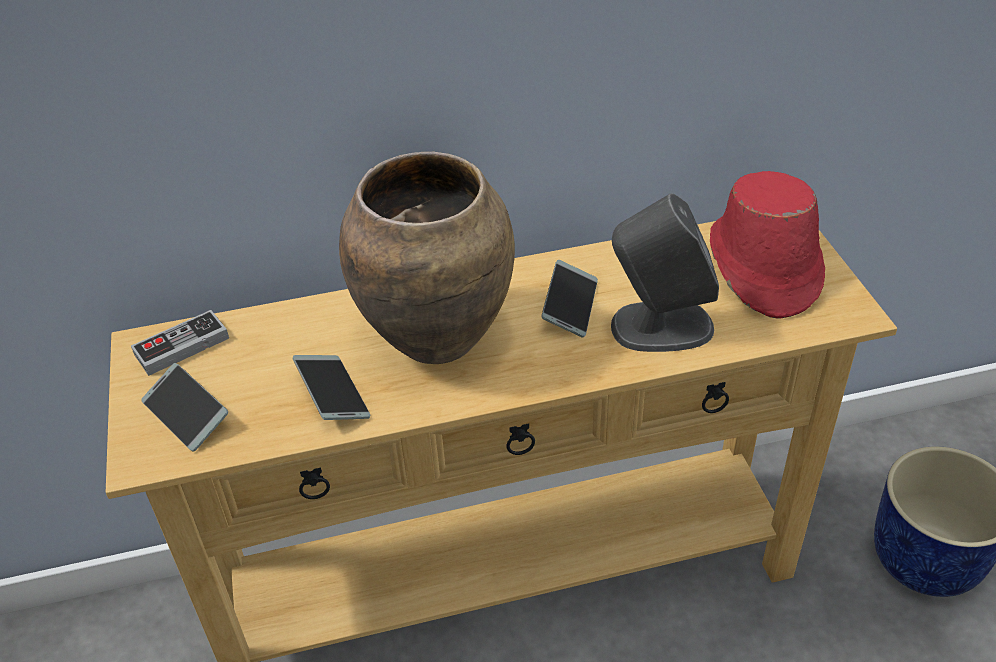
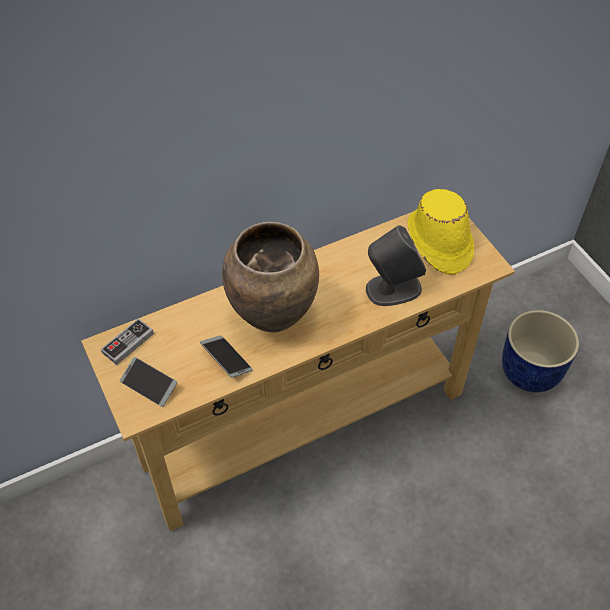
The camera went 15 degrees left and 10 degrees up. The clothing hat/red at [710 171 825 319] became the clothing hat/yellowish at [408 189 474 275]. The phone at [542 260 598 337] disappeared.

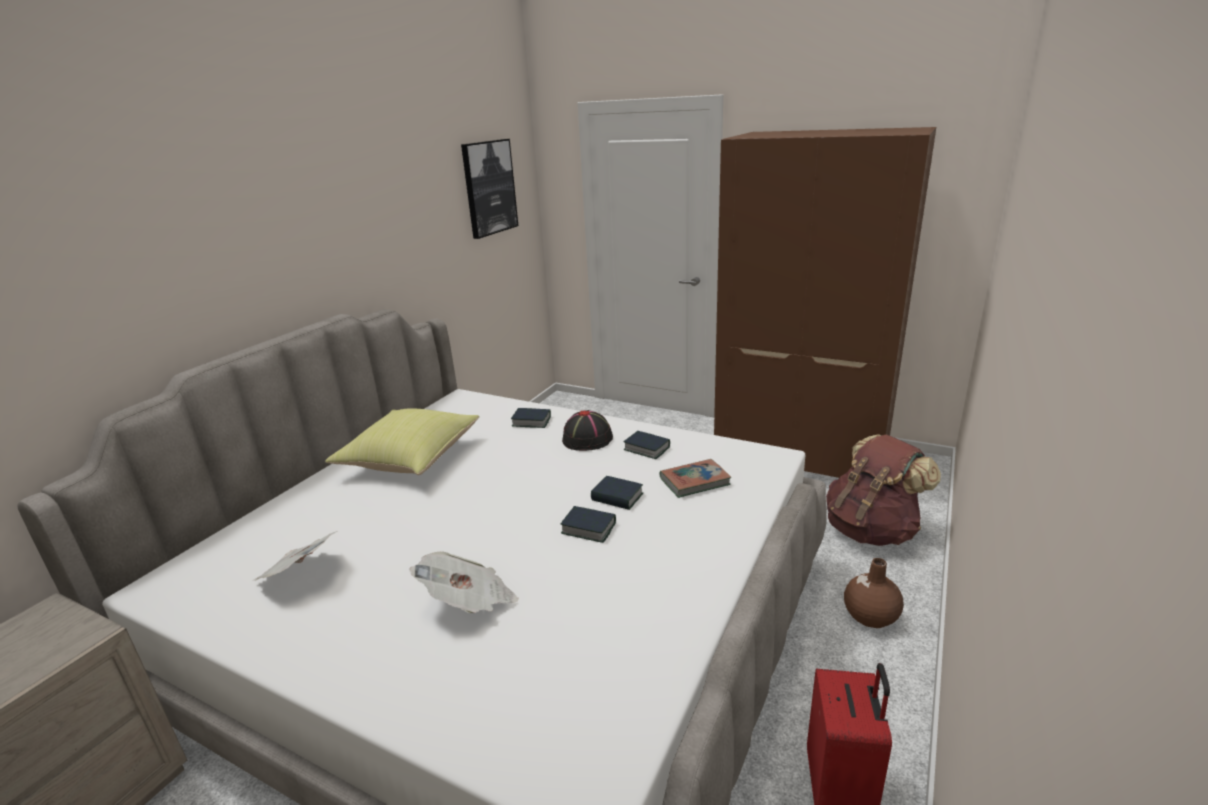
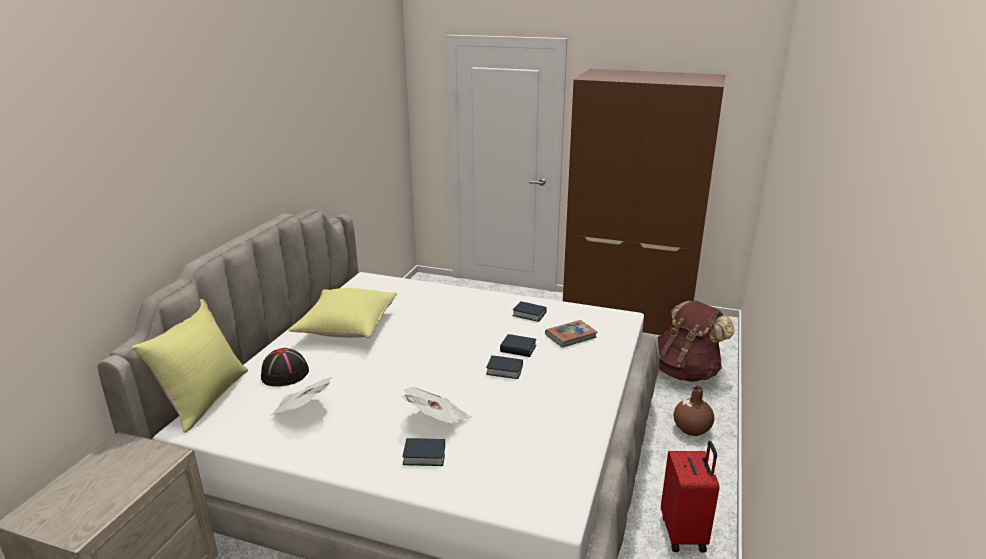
The camera went 10 degrees left and 0 degrees up. The wall art at [461 139 518 239] disappeared. The book moved from [511 408 551 428] to [403 438 445 466]. The clothing hat/black-coloured moved from [562 410 613 451] to [261 348 309 386]. The cushion/yellowish at [132 299 248 433] appeared.

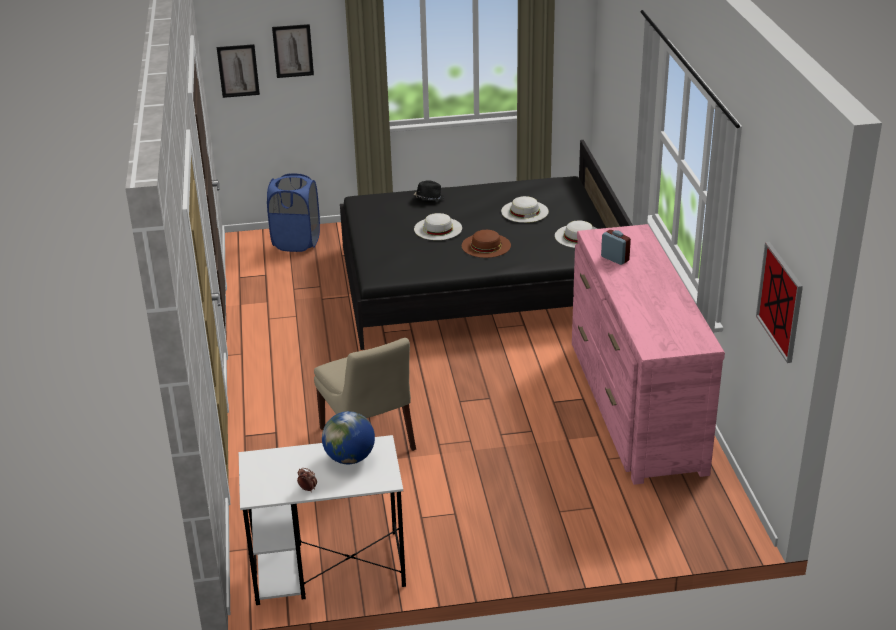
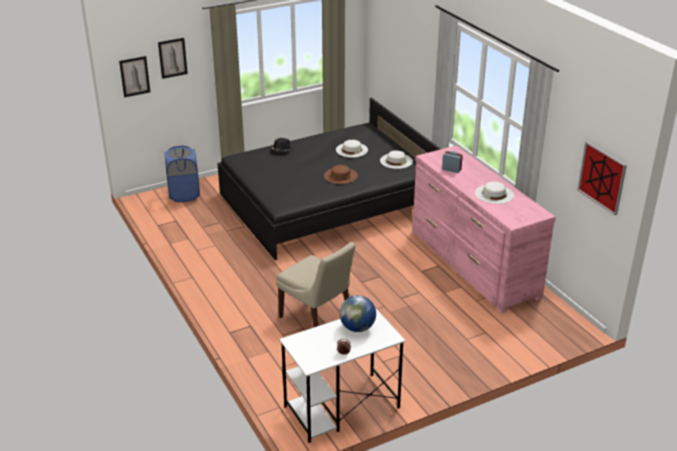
The camera went 20 degrees left and 0 degrees up. The clothing hat/whitish moved from [414 213 462 240] to [475 182 514 204].

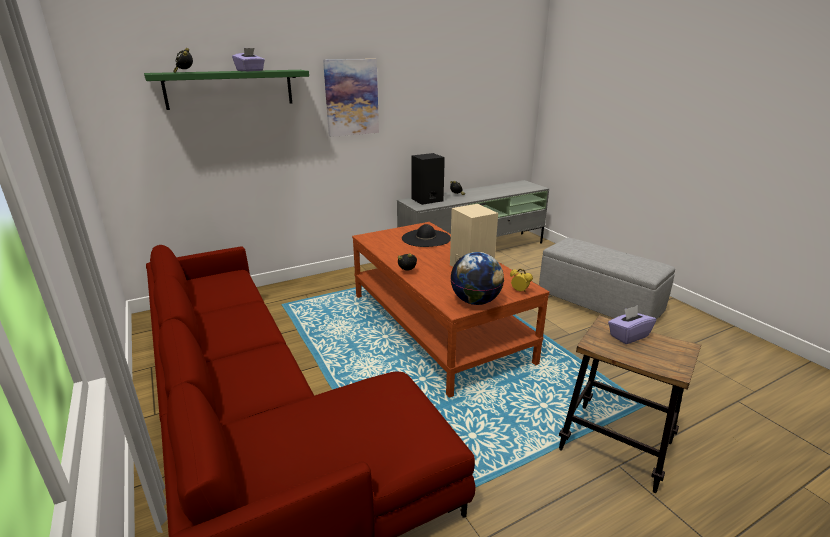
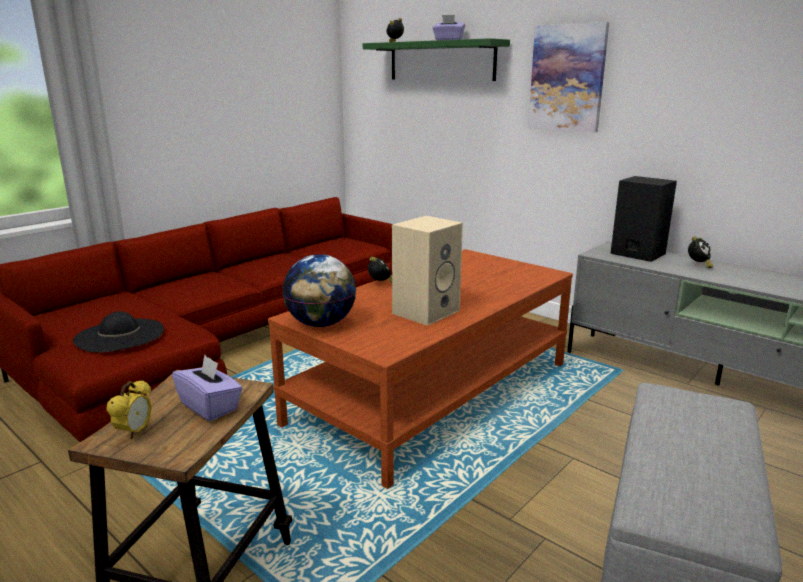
The camera went 70 degrees right and 5 degrees down. The clothing hat/black-coloured moved from [402 224 451 247] to [73 311 164 352]. The table clock moved from [510 269 533 292] to [106 380 152 439].

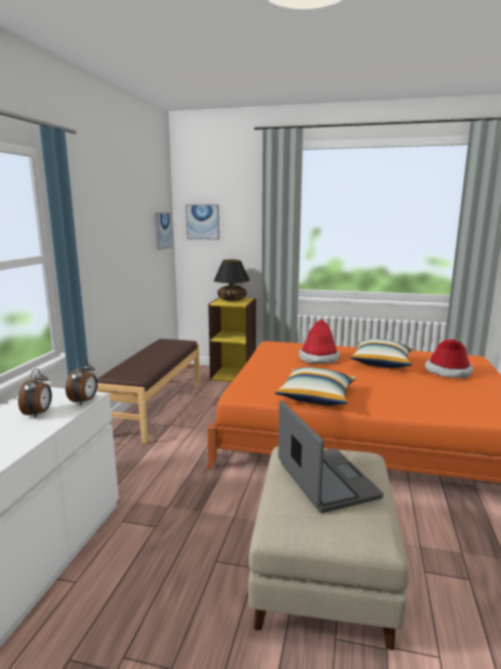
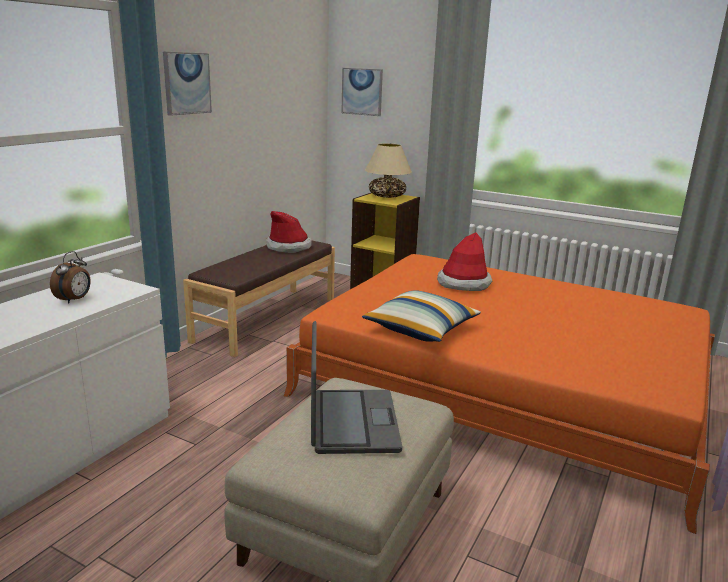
The camera went 15 degrees right and 5 degrees up. The wall art moved from [155 212 173 250] to [163 52 212 116]. The table lamp/black-coloured at [214 260 250 301] became the table lamp/sand-coloured at [365 143 412 198]. The cushion at [350 339 413 368] disappeared. The clothing hat moved from [425 339 473 378] to [266 211 312 253]. The table clock at [65 359 98 405] disappeared.

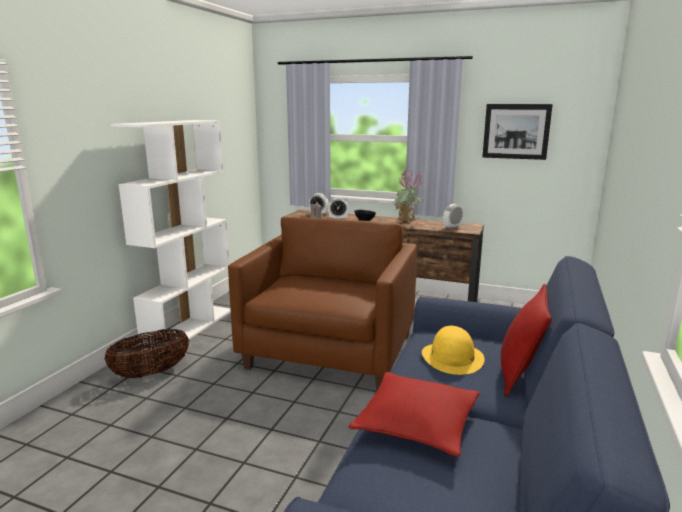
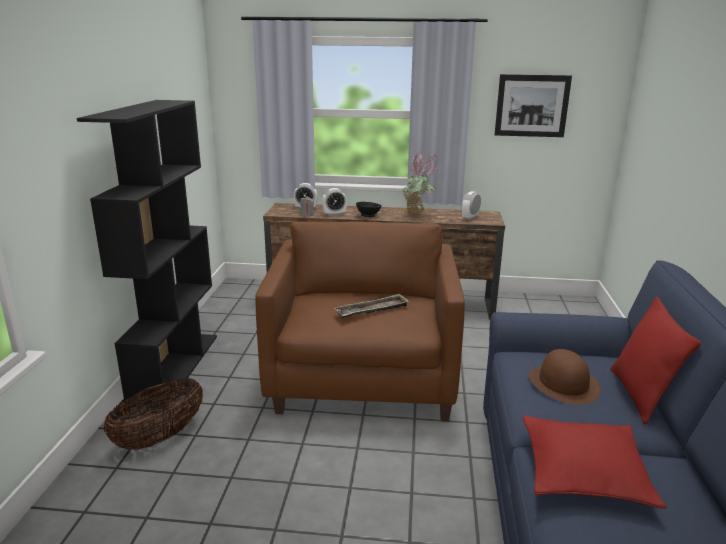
The camera went 15 degrees left and 5 degrees up. The bookcase/whitish at [111 120 231 352] became the bookcase/black-coloured at [77 100 217 408]. The clothing hat/yellowish at [422 326 485 375] became the clothing hat/brownish at [528 349 600 405]. The tray at [334 293 409 318] appeared.

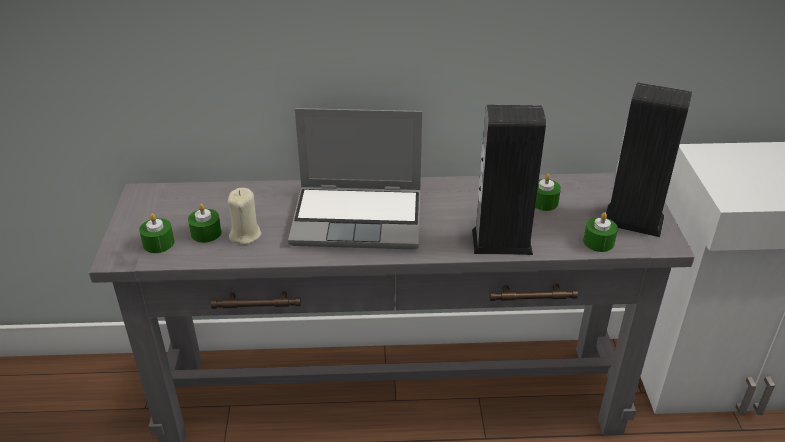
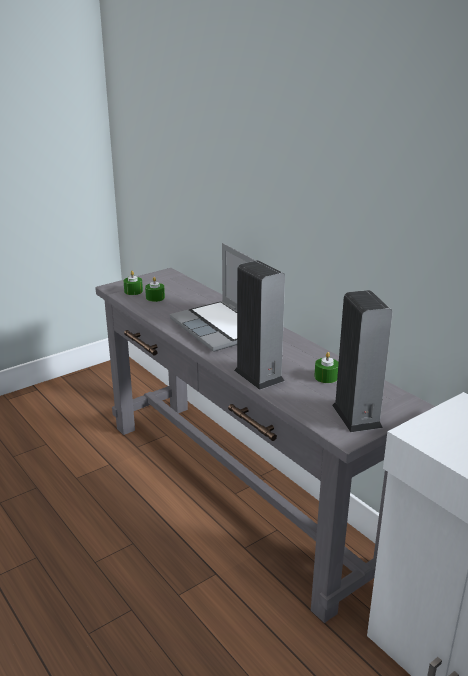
The camera went 55 degrees right and 10 degrees down. The wax light/sand-coloured at [228 188 261 245] disappeared. The wax light/greenish at [583 212 618 252] disappeared.

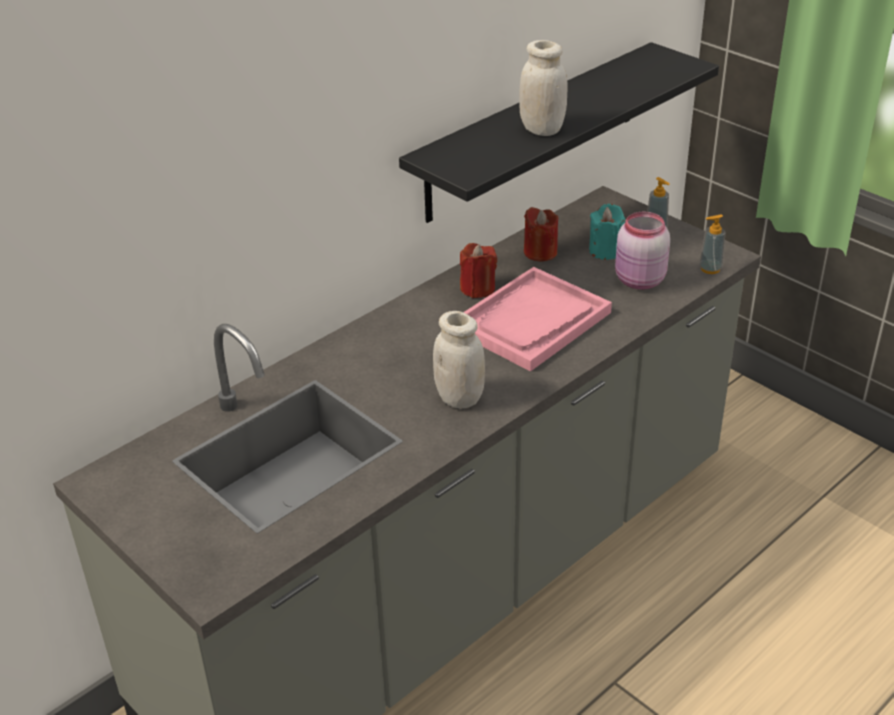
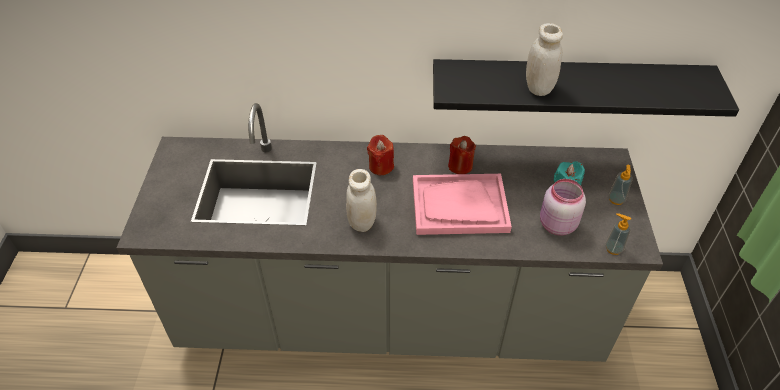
The camera went 45 degrees right and 10 degrees up. The wax light/red moved from [524 207 558 262] to [367 135 394 175].

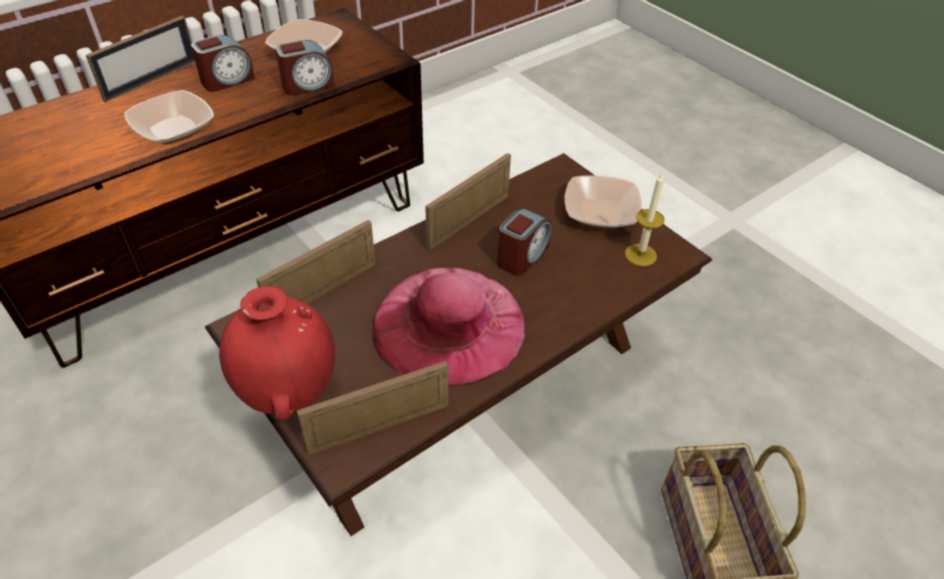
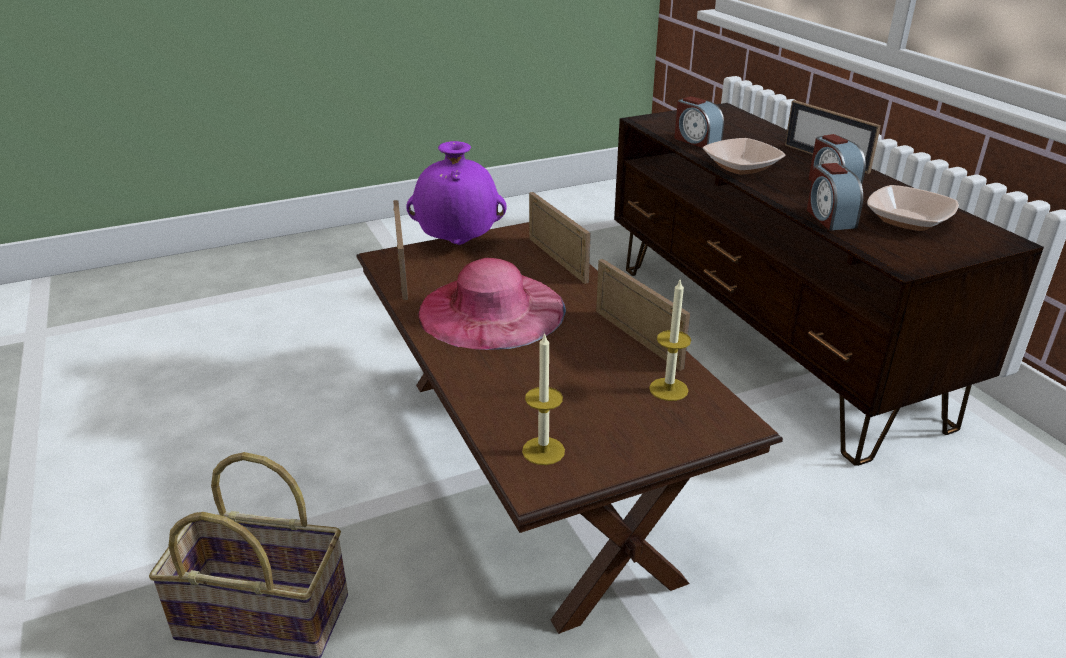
The camera went 105 degrees right and 15 degrees down. The deep dish at [565 175 642 228] disappeared. The table clock moved from [497 208 551 275] to [674 96 724 148]. The vase/red at [219 286 335 420] became the vase/purple-coloured at [406 141 507 245]. The wax light at [649 280 691 401] appeared.

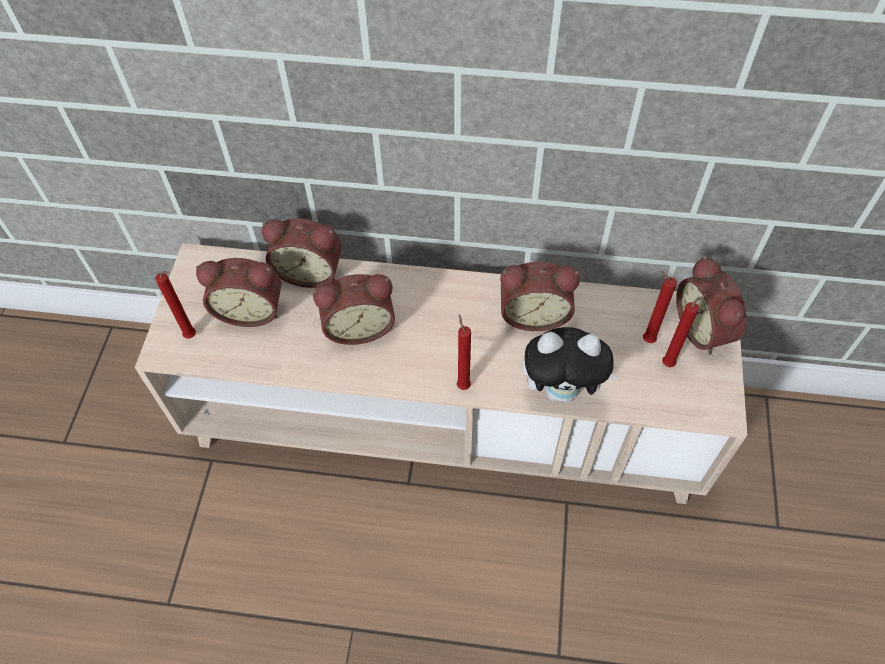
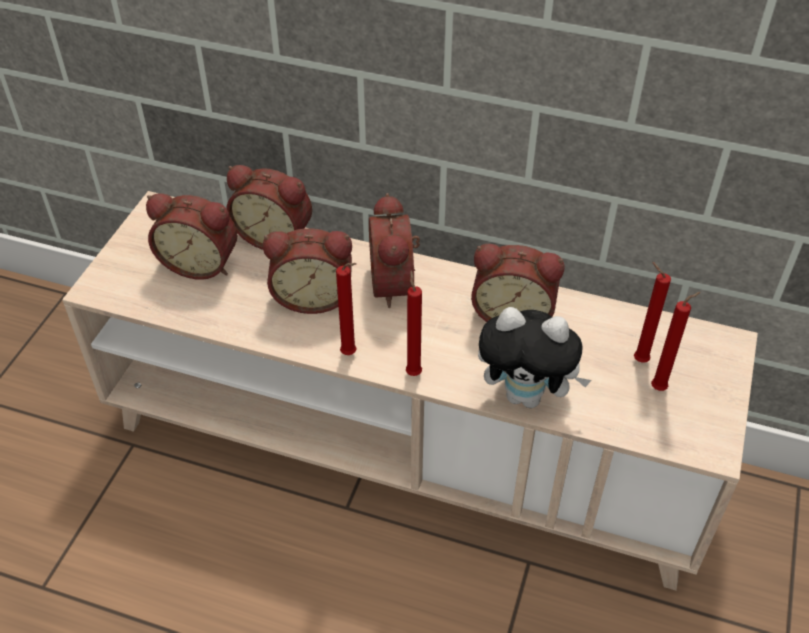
The camera went 10 degrees right and 10 degrees down. The table clock moved from [676 256 746 355] to [369 193 420 308]. The wax light/red moved from [155 271 196 338] to [336 263 357 355].

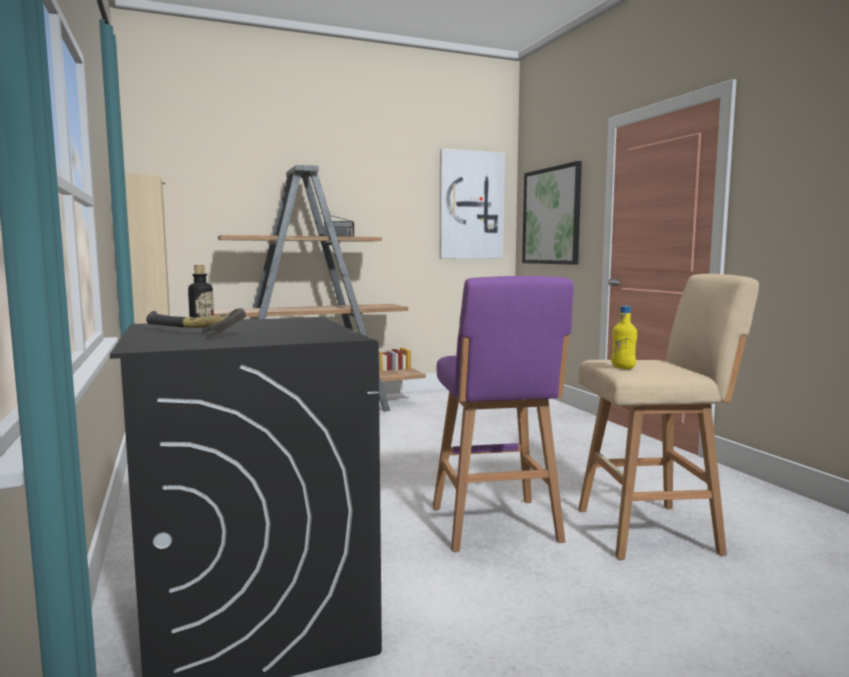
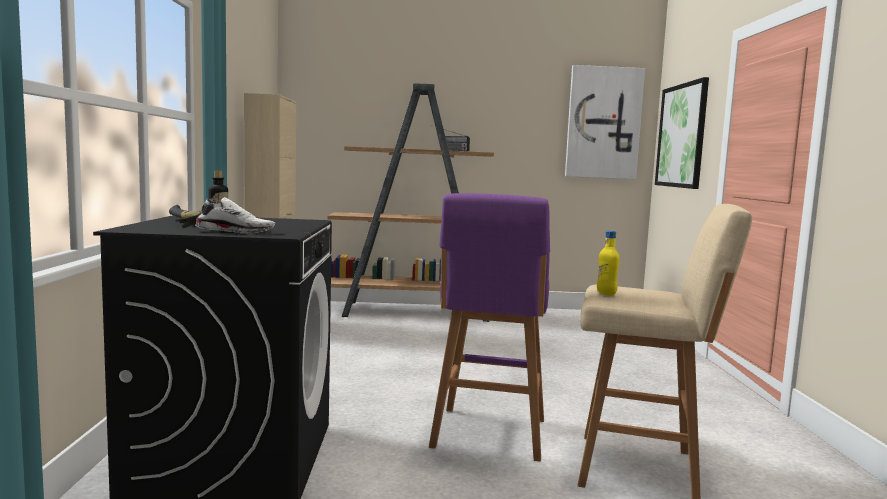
The camera went 20 degrees right and 0 degrees up. The shoe/whitish at [195 197 276 234] appeared.

